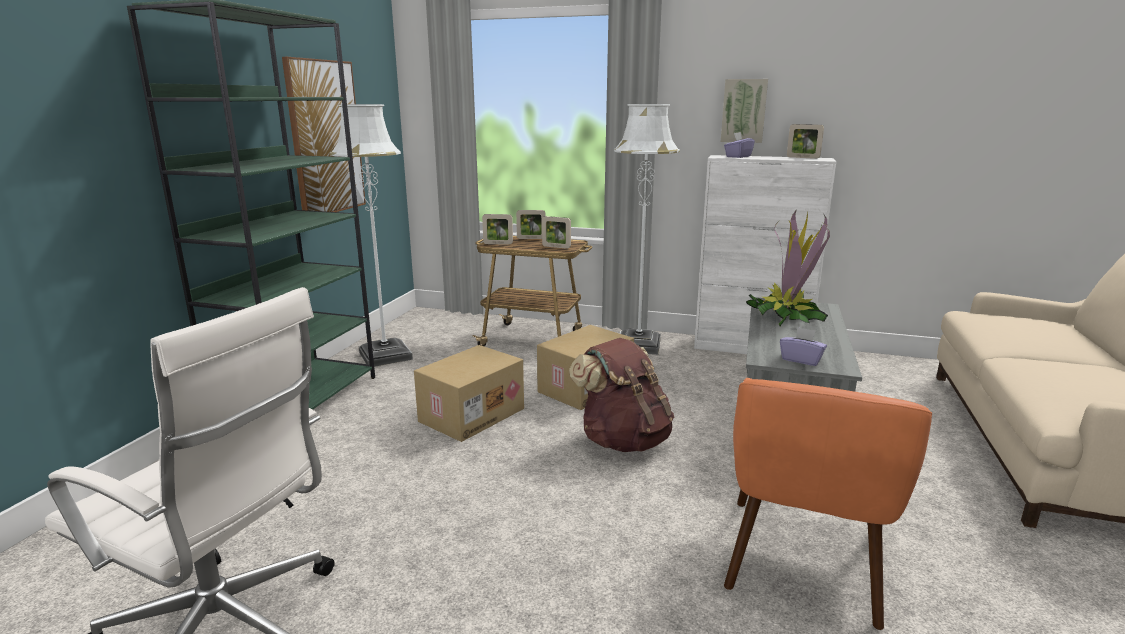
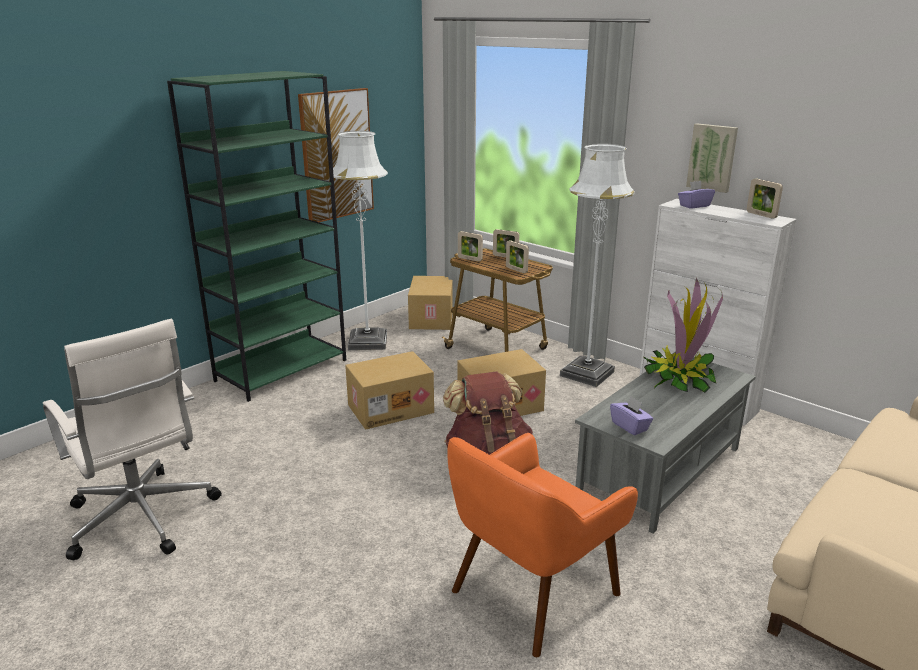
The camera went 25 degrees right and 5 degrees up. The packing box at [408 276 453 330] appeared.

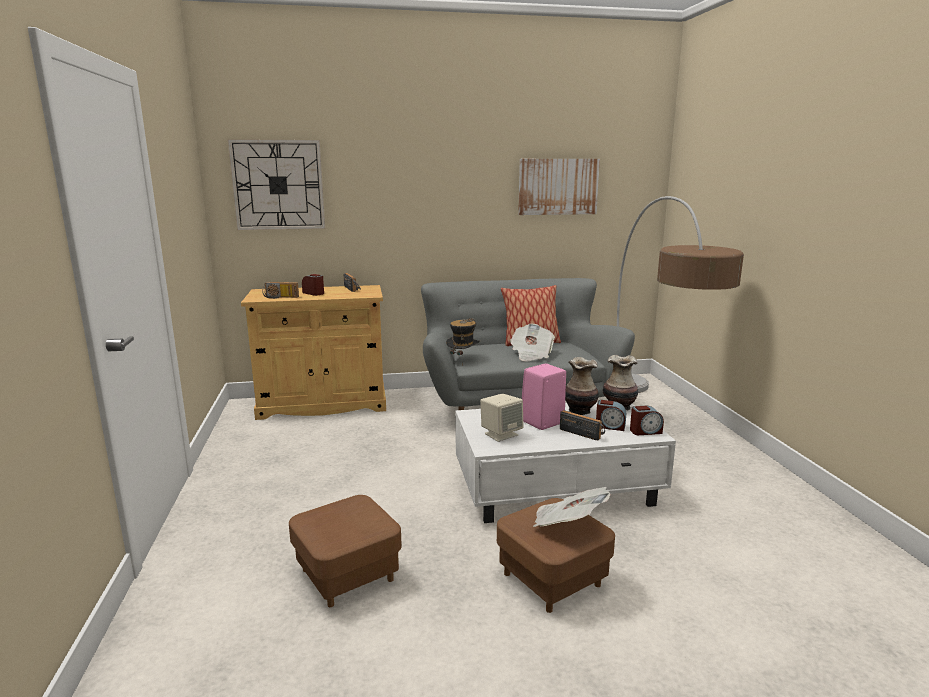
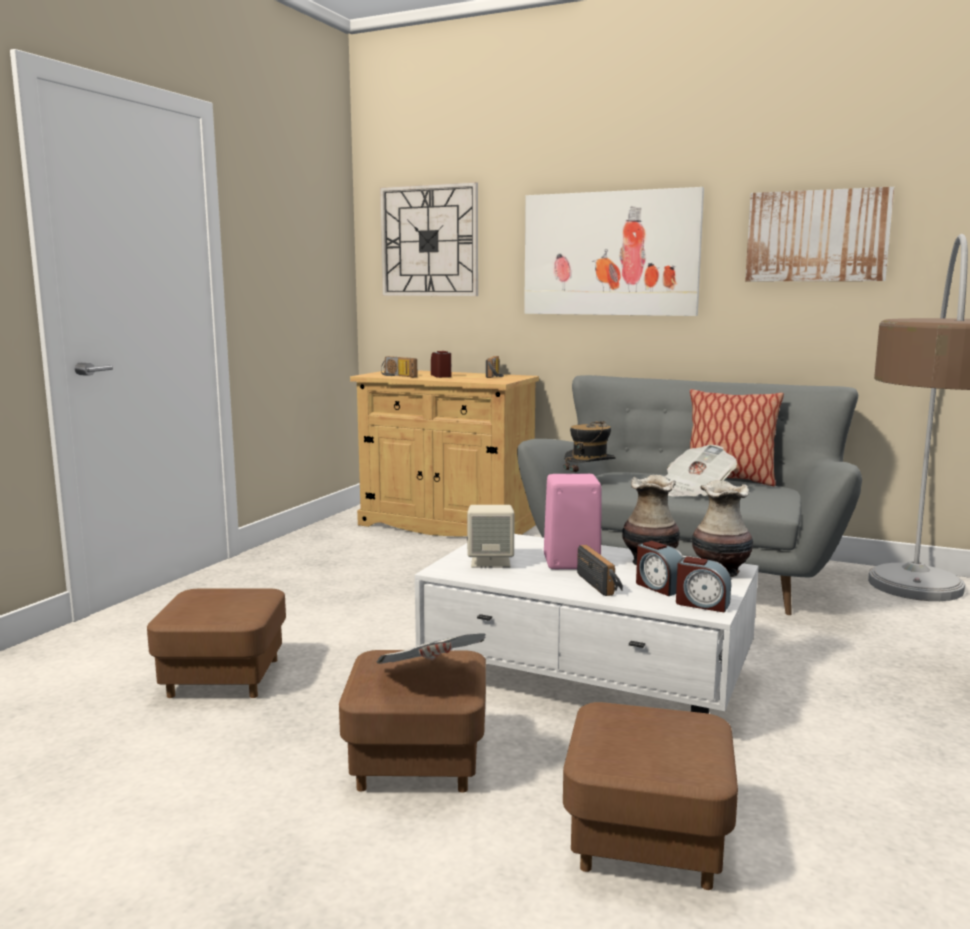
The camera went 35 degrees right and 5 degrees down. The wall art at [524 187 704 316] appeared. The ottoman/brownish at [563 702 738 890] appeared.

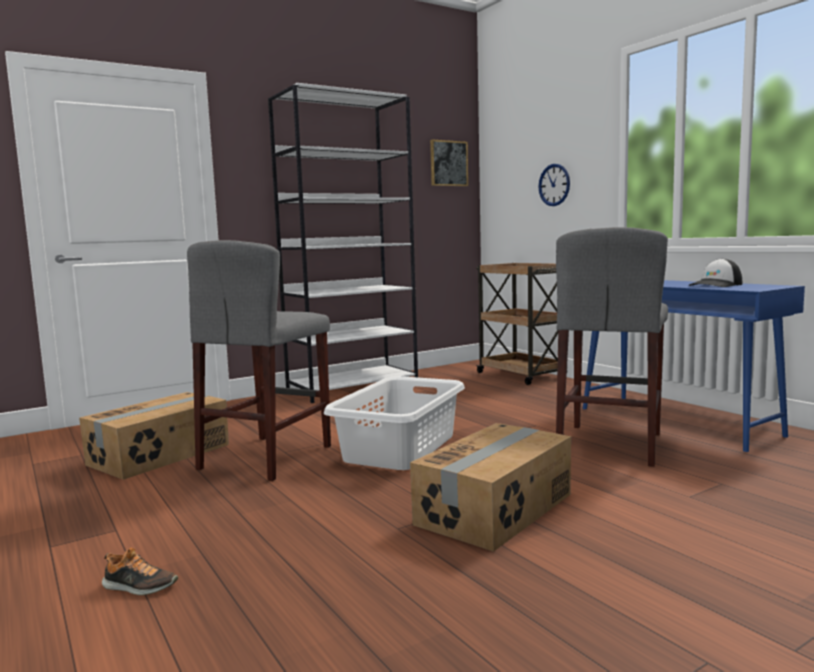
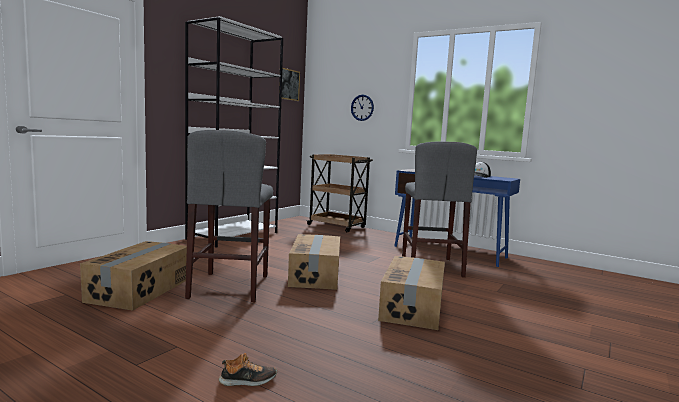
The camera went 25 degrees left and 0 degrees up. The laundry basket/whitish at [324 376 465 470] was replaced by the packing box at [288 234 340 290].

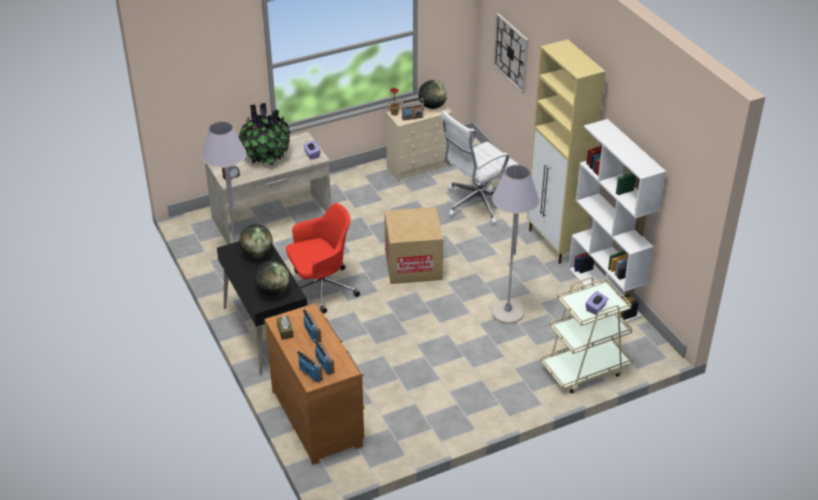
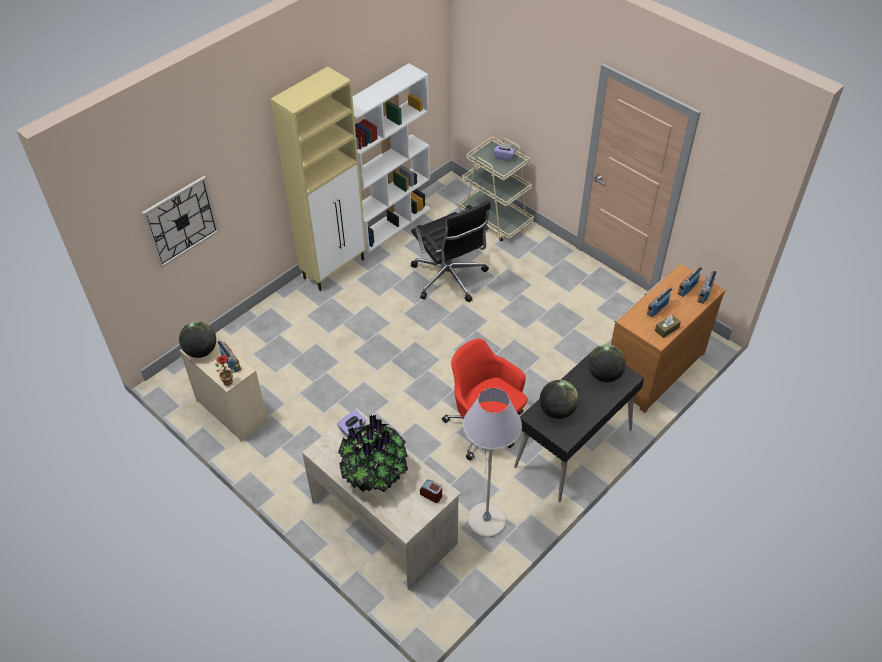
The camera went 110 degrees left and 10 degrees up. The computer chair/whitish at [441 110 519 225] disappeared. The floor lamp/gray at [491 165 540 324] was replaced by the computer chair/black-coloured at [411 200 491 302]. The packing box at [384 207 443 284] disappeared.

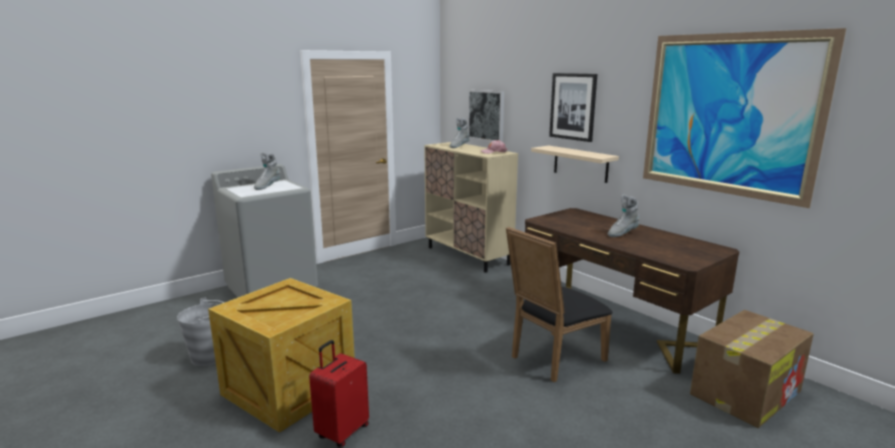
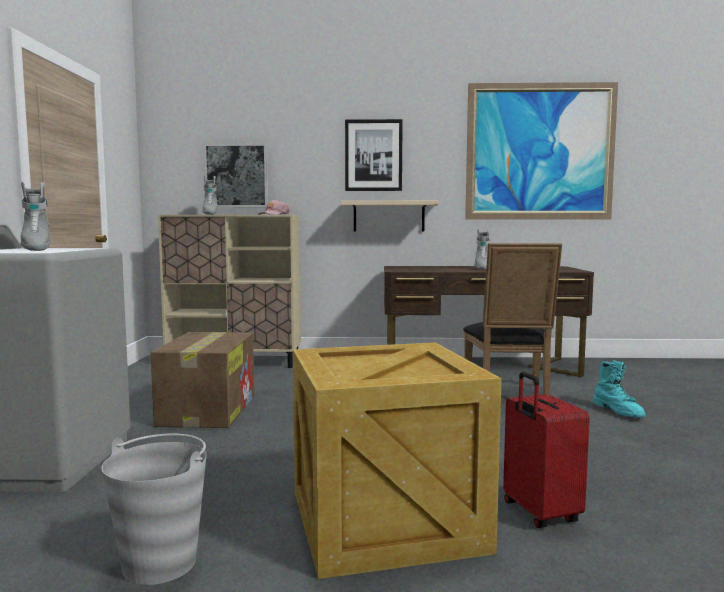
The camera went 50 degrees left and 10 degrees down. The packing box moved from [690 310 814 428] to [151 332 254 428]. The tall boot/turquoise-coloured at [592 360 646 417] appeared.

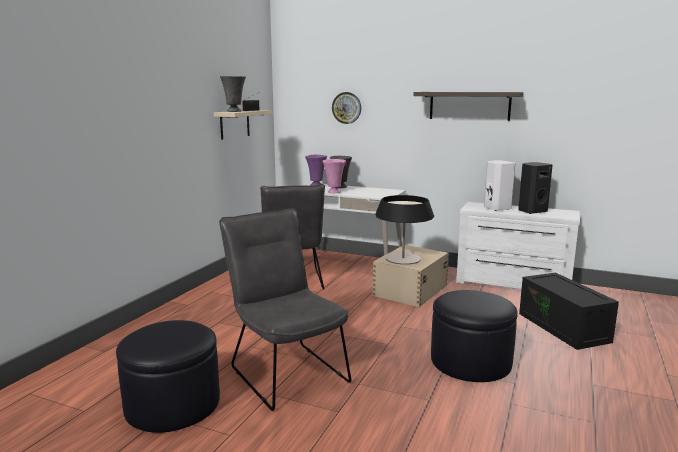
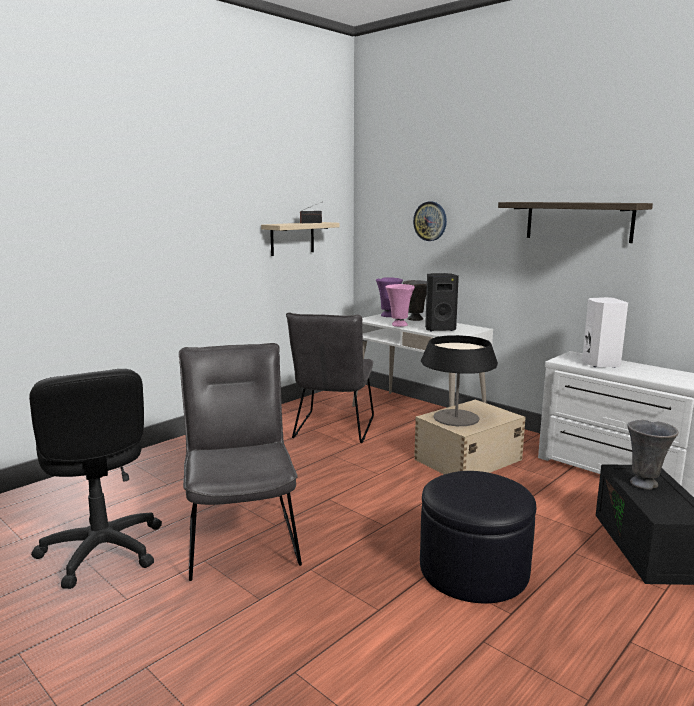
The camera went 20 degrees right and 0 degrees up. The vase/gray moved from [220 76 246 112] to [627 420 679 490]. The loudspeaker/black-coloured moved from [518 162 553 214] to [425 273 459 331]. The ottoman/black-coloured at [116 320 220 433] was replaced by the computer chair/black-coloured at [29 369 162 589].

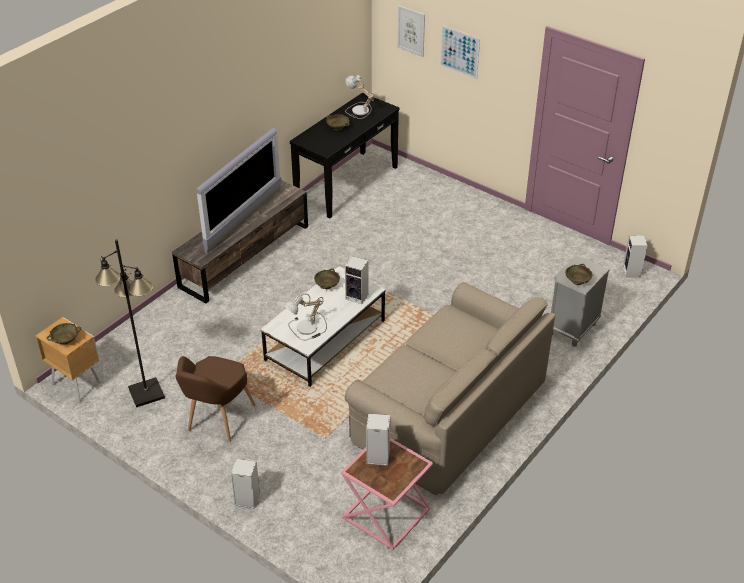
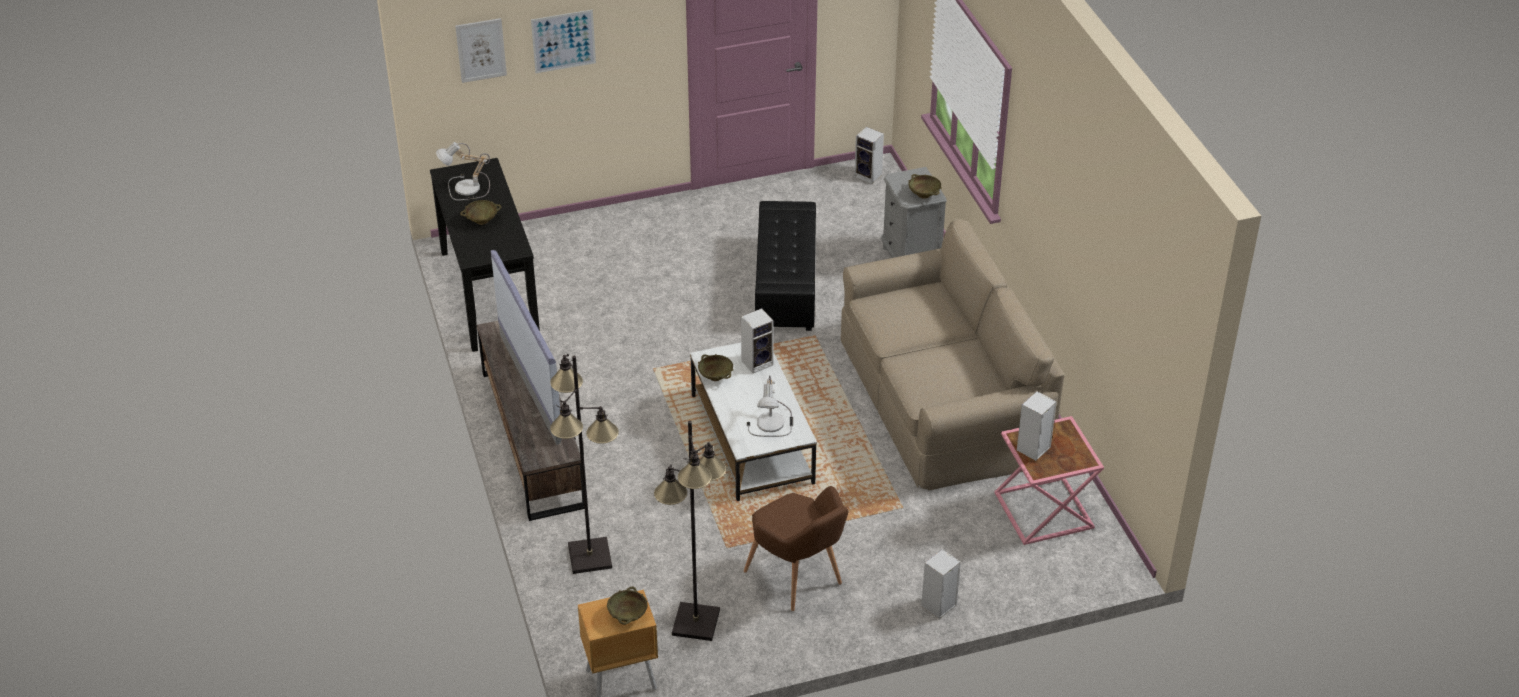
The camera went 55 degrees left and 0 degrees up. The ottoman/black-coloured at [755 201 816 331] appeared. The floor lamp/black-coloured at [550 354 619 574] appeared.

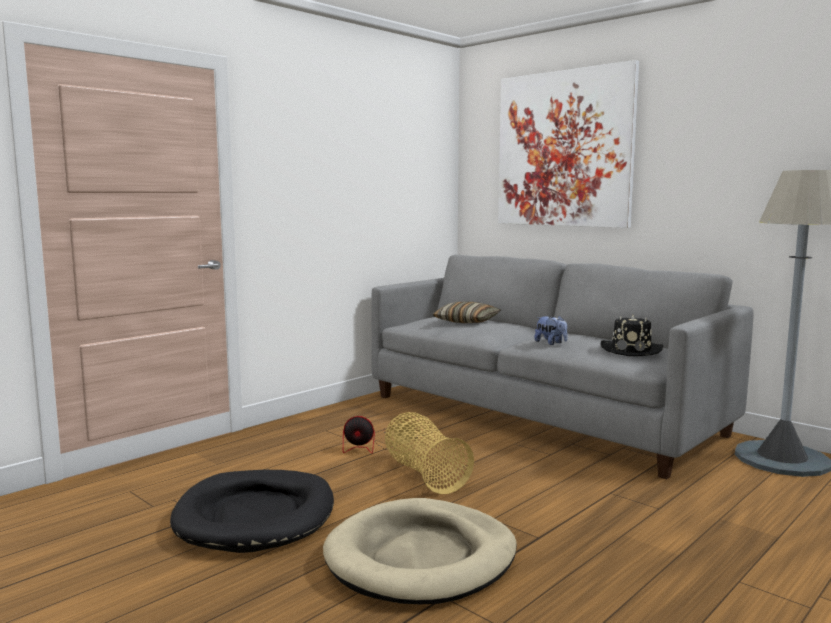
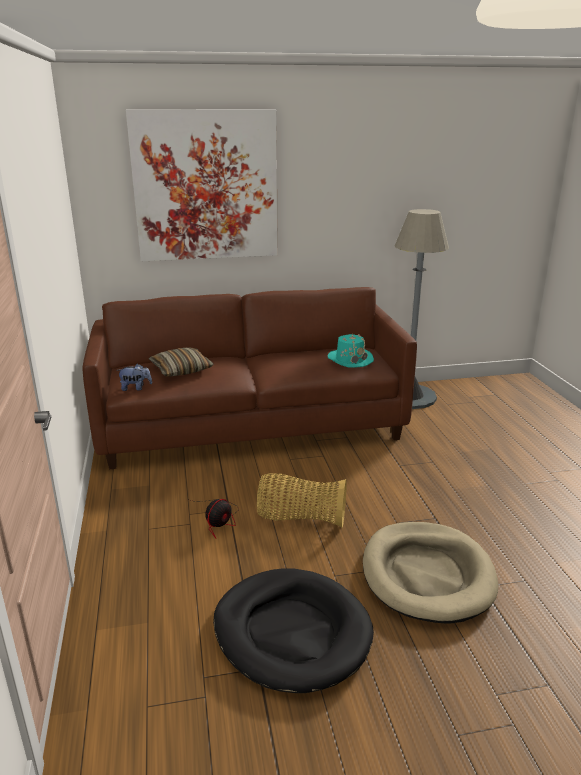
The camera went 55 degrees left and 15 degrees up. The couch/gray at [371 255 754 479] became the couch/brownish at [82 287 417 469]. The cuddly toy moved from [534 315 568 345] to [117 364 152 391]. The clothing hat/black-coloured at [601 315 663 356] became the clothing hat/turquoise-coloured at [328 334 374 368].

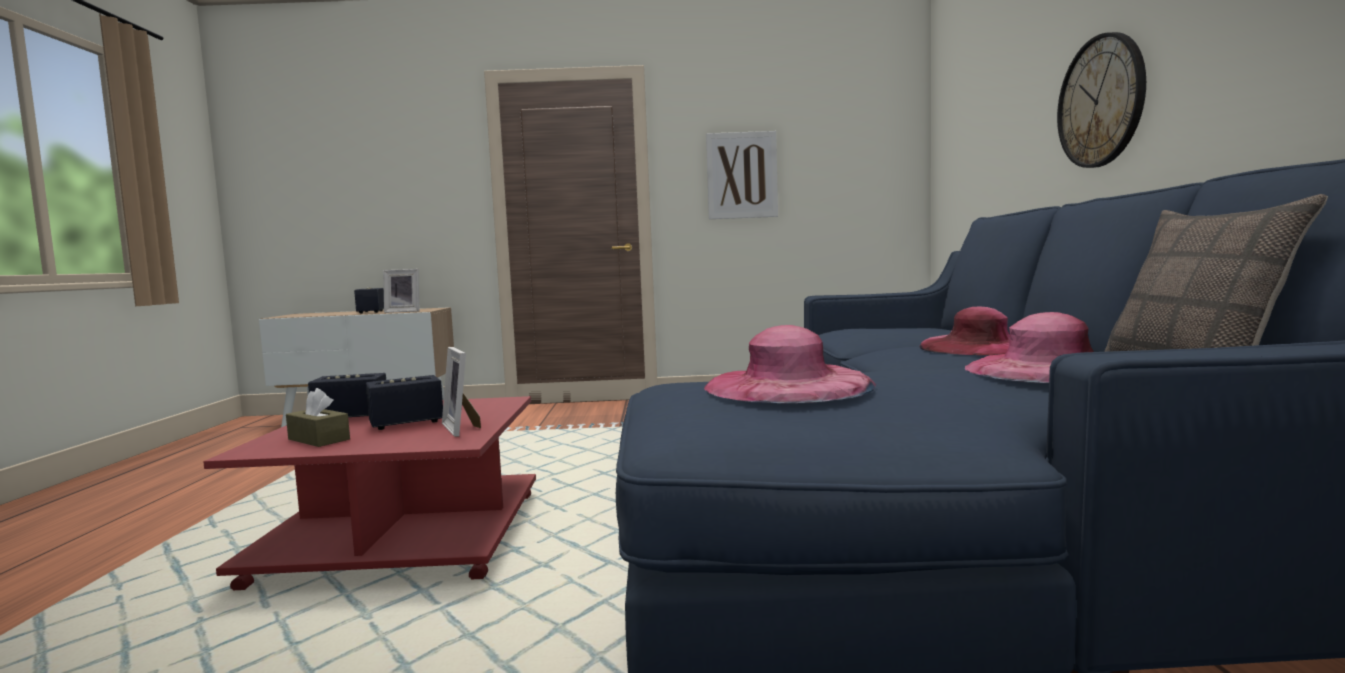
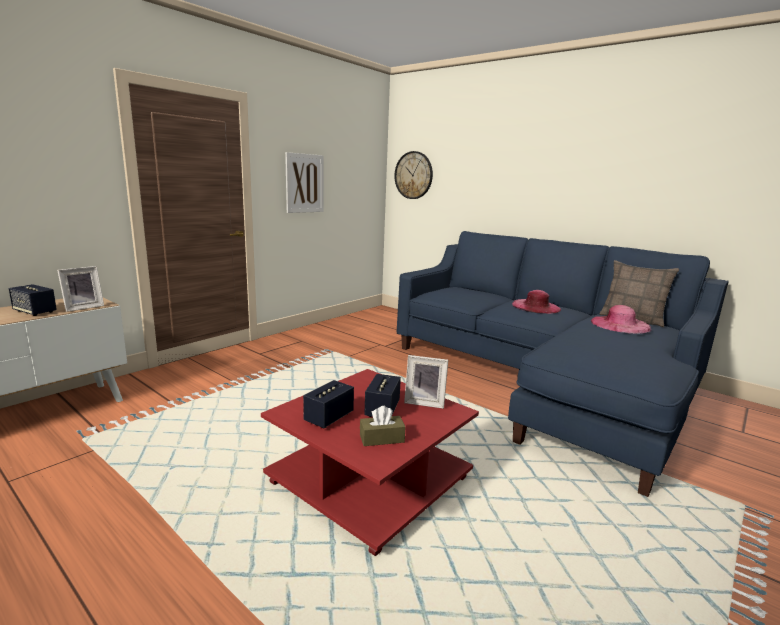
The camera went 50 degrees left and 10 degrees up. The clock on the wall moved from [1057 32 1146 168] to [394 151 433 199]. The clothing hat/pinkish at [704 325 876 403] disappeared.

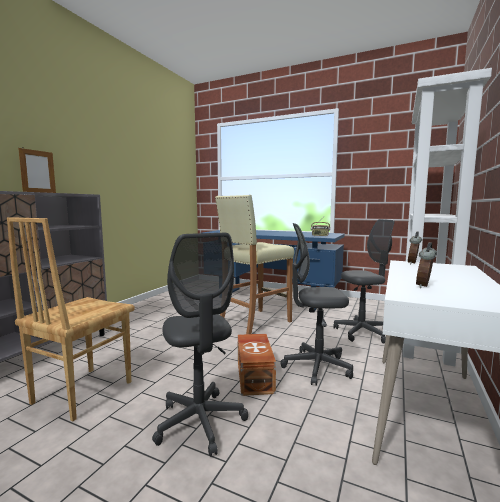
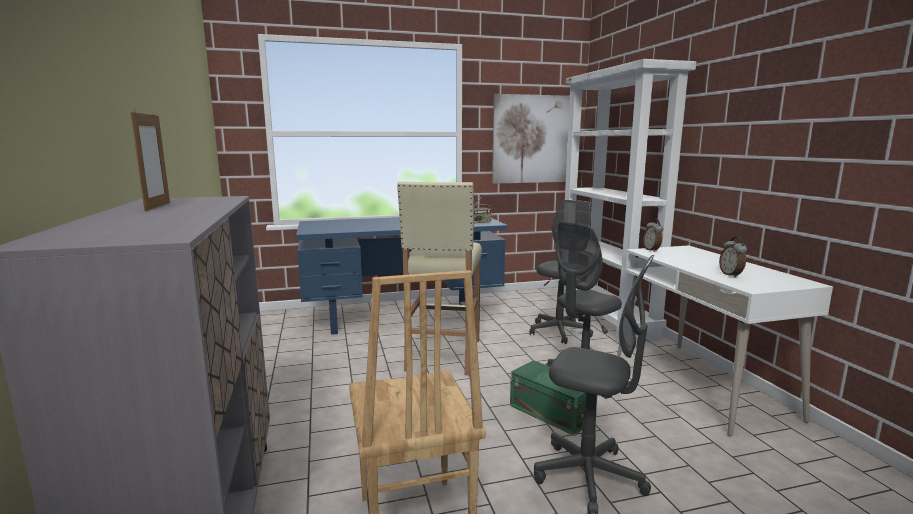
The camera went 40 degrees left and 5 degrees up. The storage container/brownish at [238 334 276 396] became the storage container/greenish at [510 360 597 436]. The wall art at [492 94 570 184] appeared.

